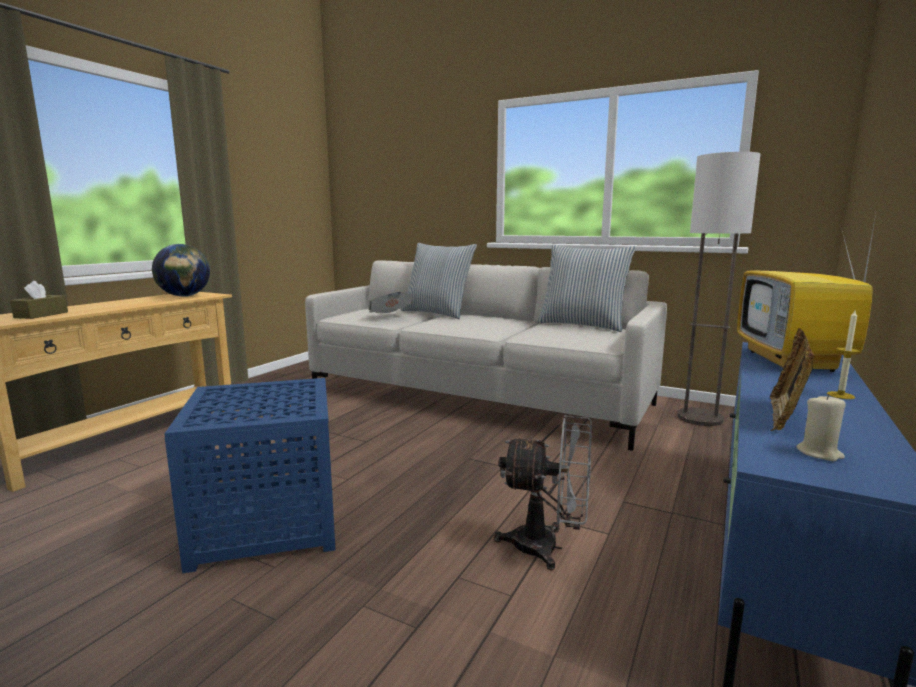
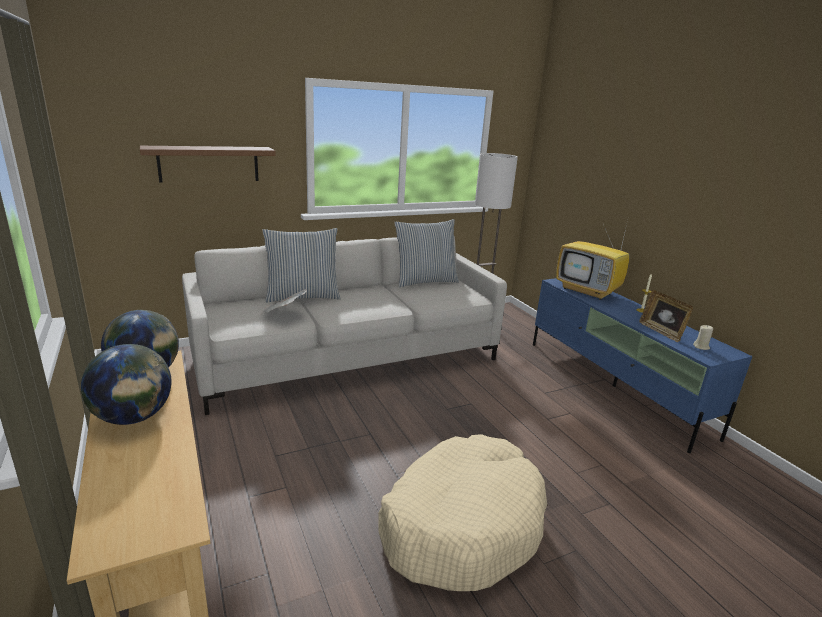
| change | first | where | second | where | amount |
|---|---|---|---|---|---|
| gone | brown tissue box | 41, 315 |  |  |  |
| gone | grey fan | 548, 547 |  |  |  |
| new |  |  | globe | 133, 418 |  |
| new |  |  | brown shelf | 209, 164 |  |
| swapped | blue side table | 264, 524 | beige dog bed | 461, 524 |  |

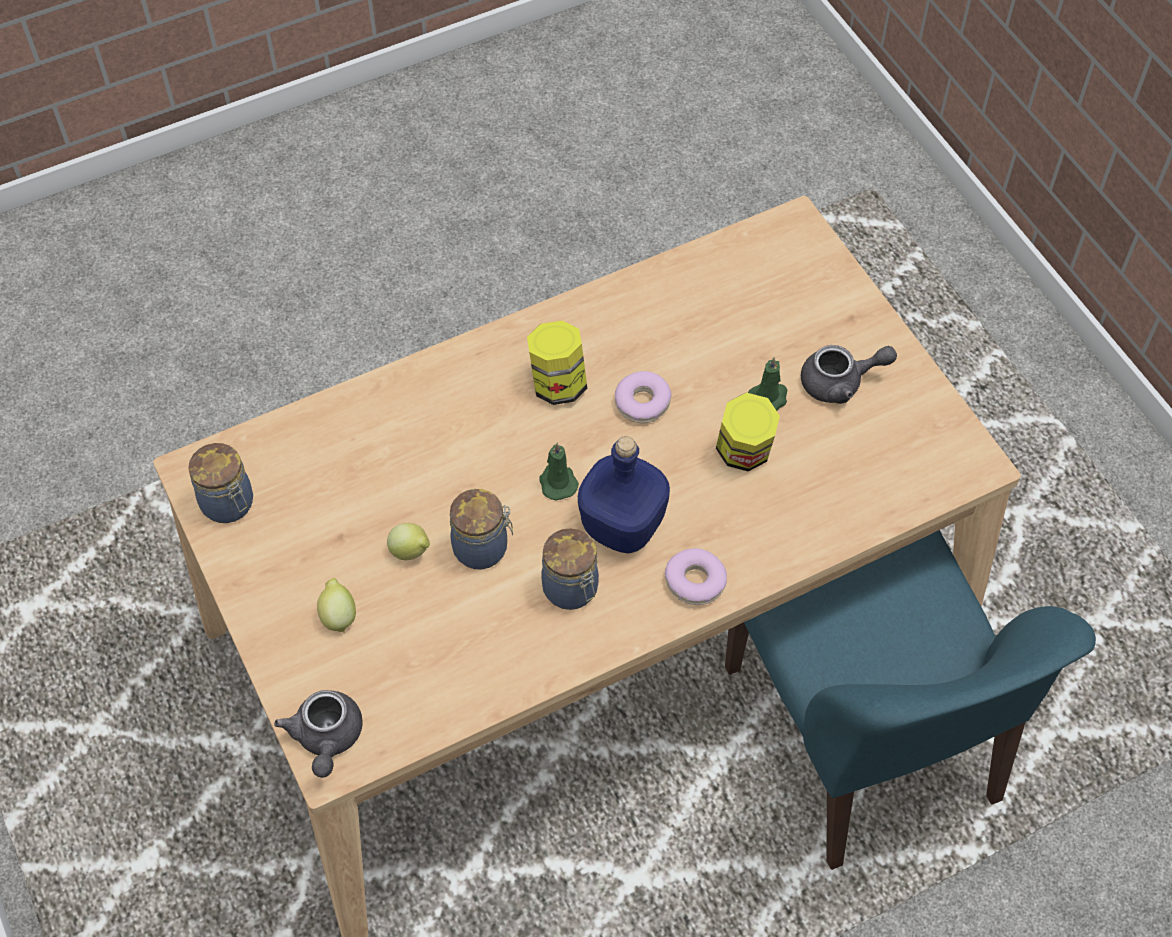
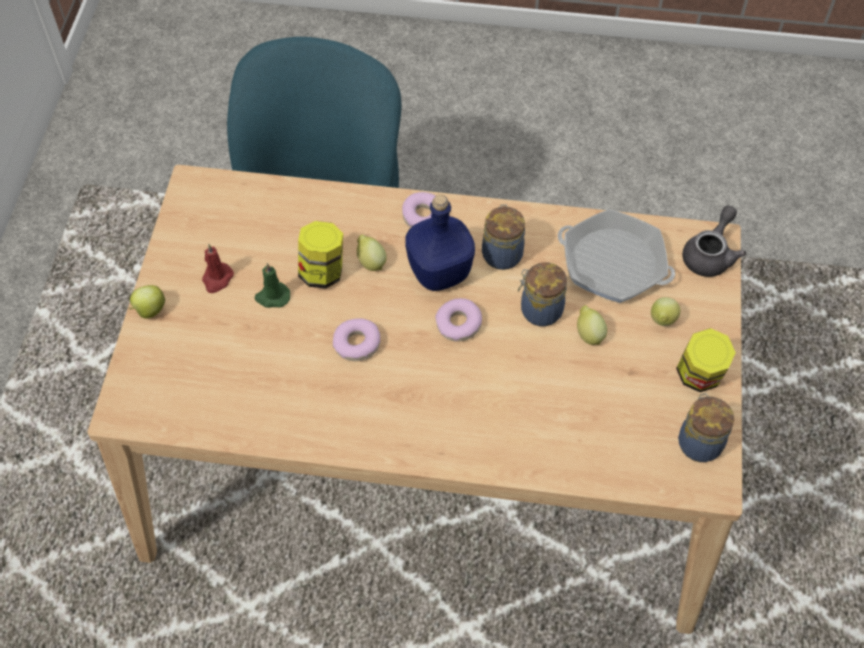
| change | first | where | second | where | amount |
|---|---|---|---|---|---|
| new |  |  | apple | 149, 310 |  |
| new |  |  | lemon | 370, 262 |  |
| new |  |  | frying pan | 613, 263 |  |
| shifted | jar | 557, 384 |  | 699, 376 |  |
| swapped | green candle | 557, 482 | donut | 458, 324 |  |
| swapped | grey teapot | 840, 383 | red candle | 217, 279 |  |

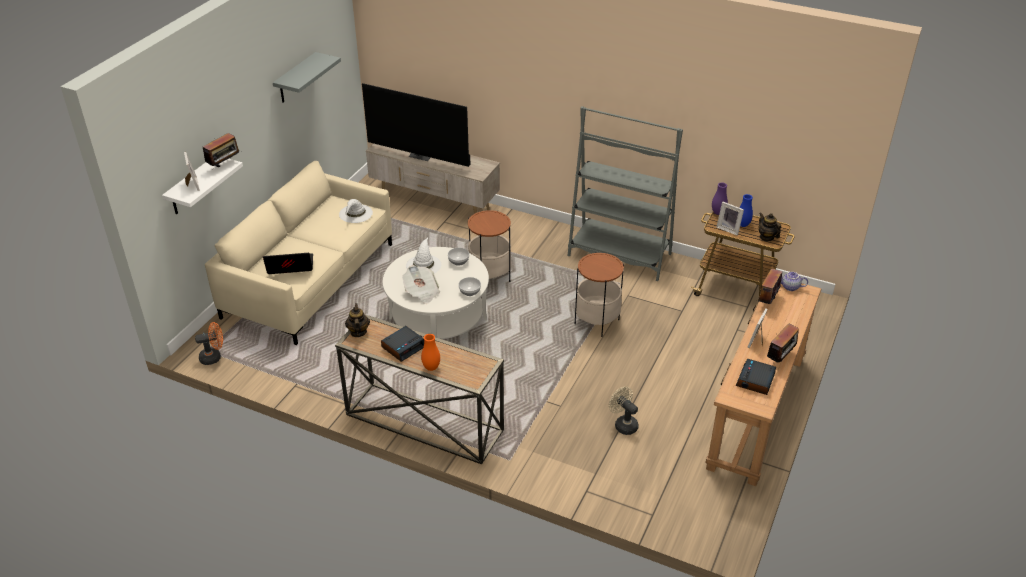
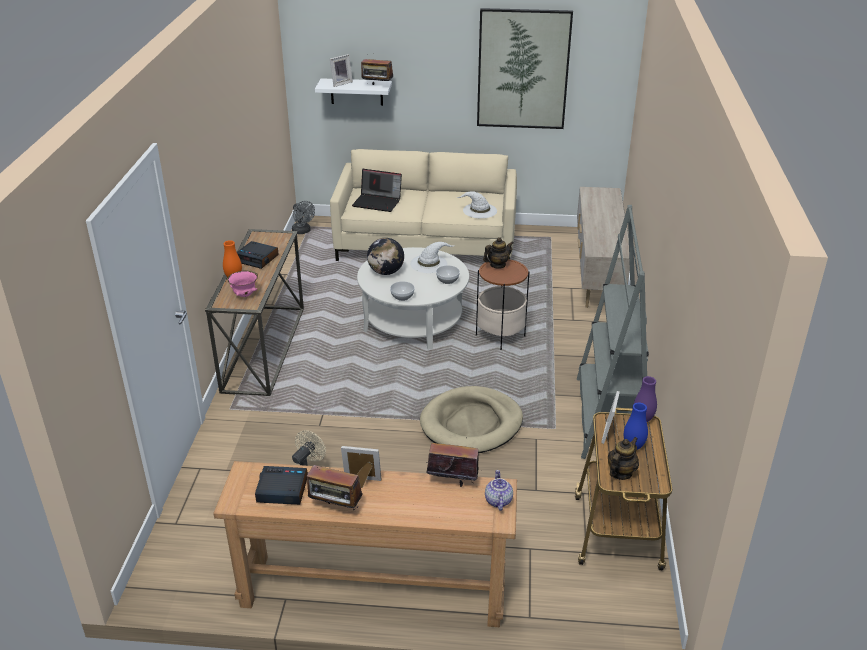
| change | first | where | second | where | amount |
|---|---|---|---|---|---|
| gone | television | 421, 155 |  |  |  |
| new |  |  | pink bowl | 245, 295 |  |
| shifted | teapot | 358, 332 |  | 497, 265 |  |
| swapped | grey shelf | 296, 78 | picture | 523, 69 |  |
| swapped | newspaper | 421, 292 | globe | 386, 272 |  |
| swapped | side table | 596, 321 | beige dog bed | 471, 424 |  |
| repainted | orange fan | 214, 357 | grey fan | 303, 231 |  |
| rotated | laptop | 289, 267 |  | 378, 202 | 135 degrees clockwise |

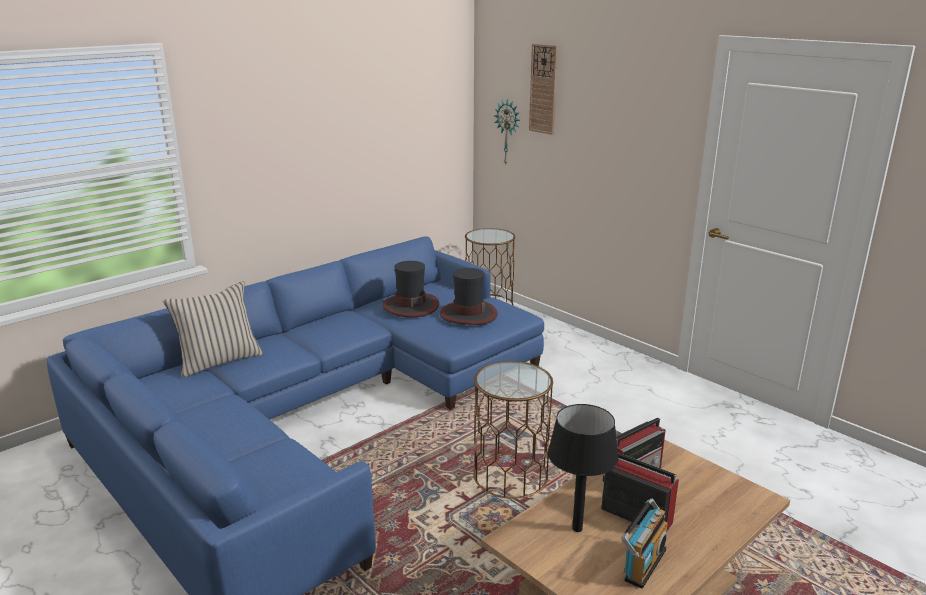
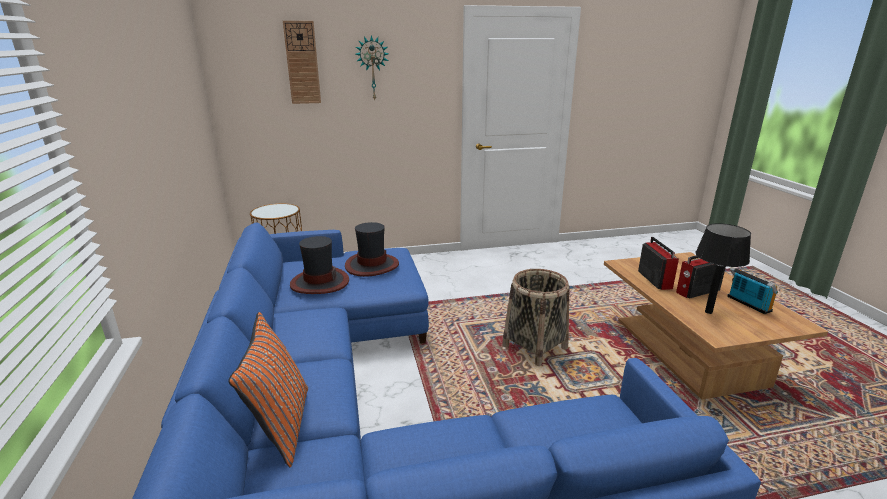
| change | first | where | second | where | amount |
|---|---|---|---|---|---|
| shifted | wall clock | 508, 132 |  | 372, 68 |  |
| swapped | brown side table | 511, 476 | basket | 535, 347 |  |
| repainted | beige pillow | 219, 361 | orange pillow | 280, 426 |  |

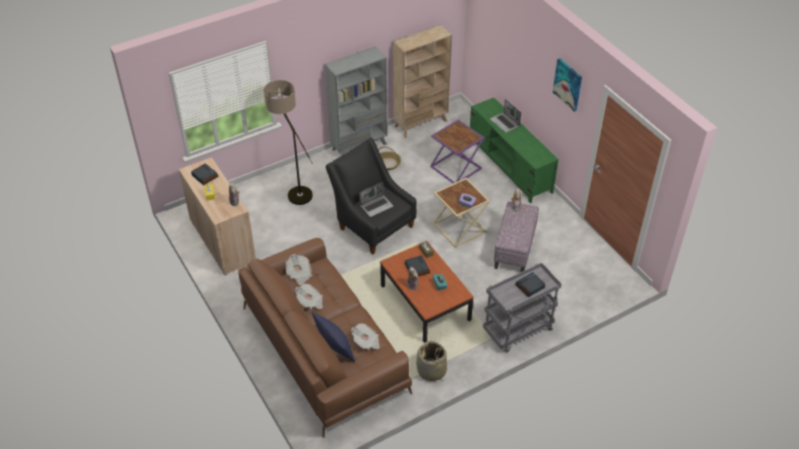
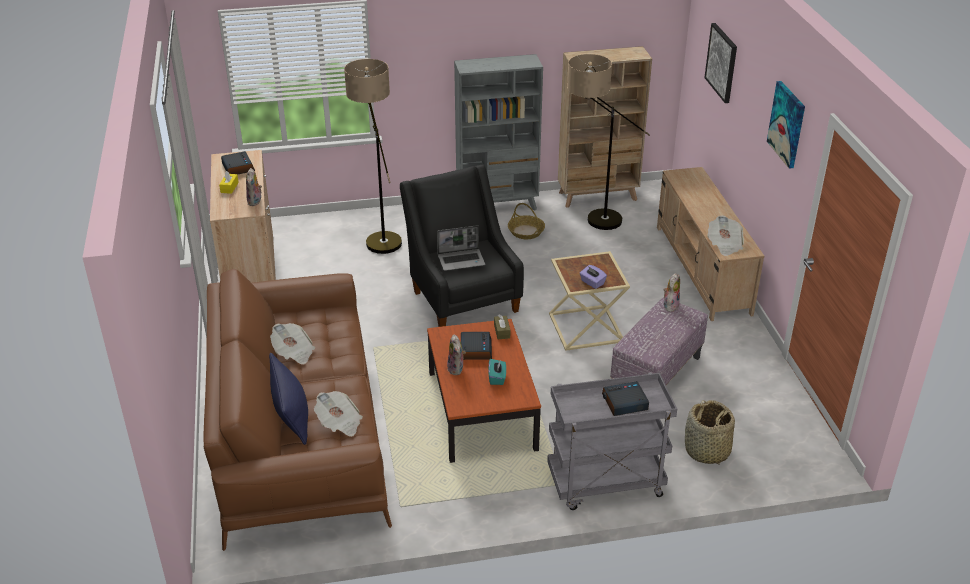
| change | first | where | second | where | amount |
|---|---|---|---|---|---|
| gone | purple side table | 457, 168 |  |  |  |
| gone | laptop | 505, 123 |  |  |  |
| new |  |  | floor lamp | 591, 222 |  |
| new |  |  | picture | 722, 62 |  |
| shifted | newspaper | 299, 274 |  | 724, 245 |  |
| shifted | basket | 431, 371 |  | 707, 451 |  |
| repainted | green tv stand | 510, 166 | beige tv stand | 702, 269 |  |

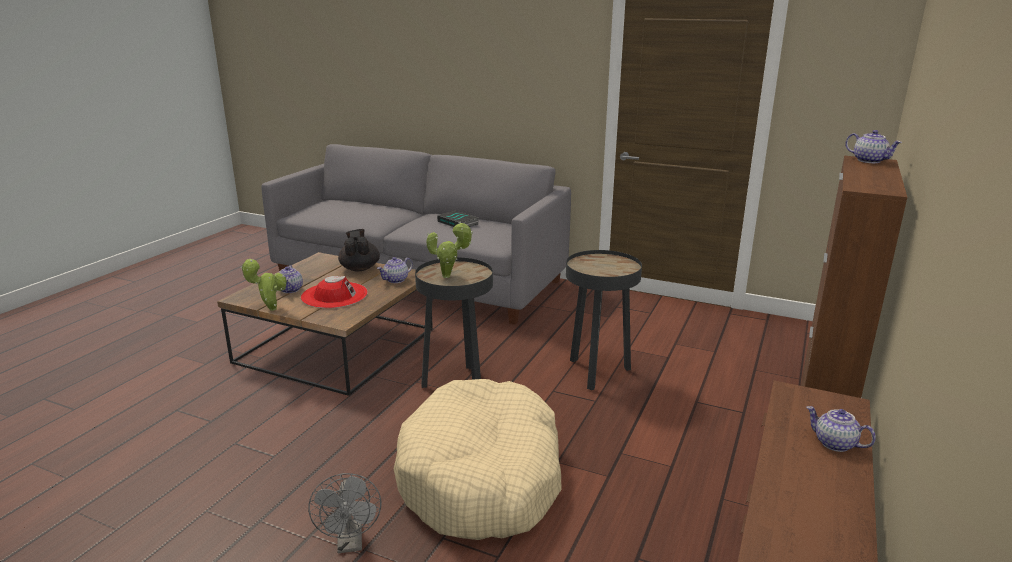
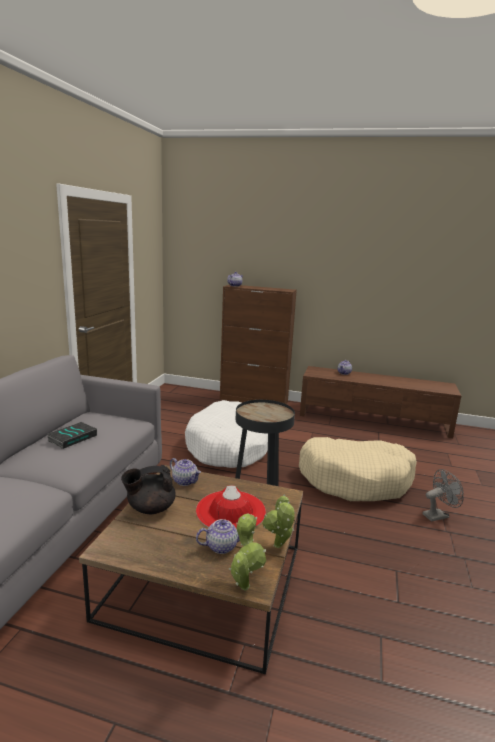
| change | first | where | second | where | amount |
|---|---|---|---|---|---|
| shifted | potted plant | 449, 276 |  | 244, 584 |  |
| swapped | black side table | 597, 373 | white dog bed | 229, 446 |  |

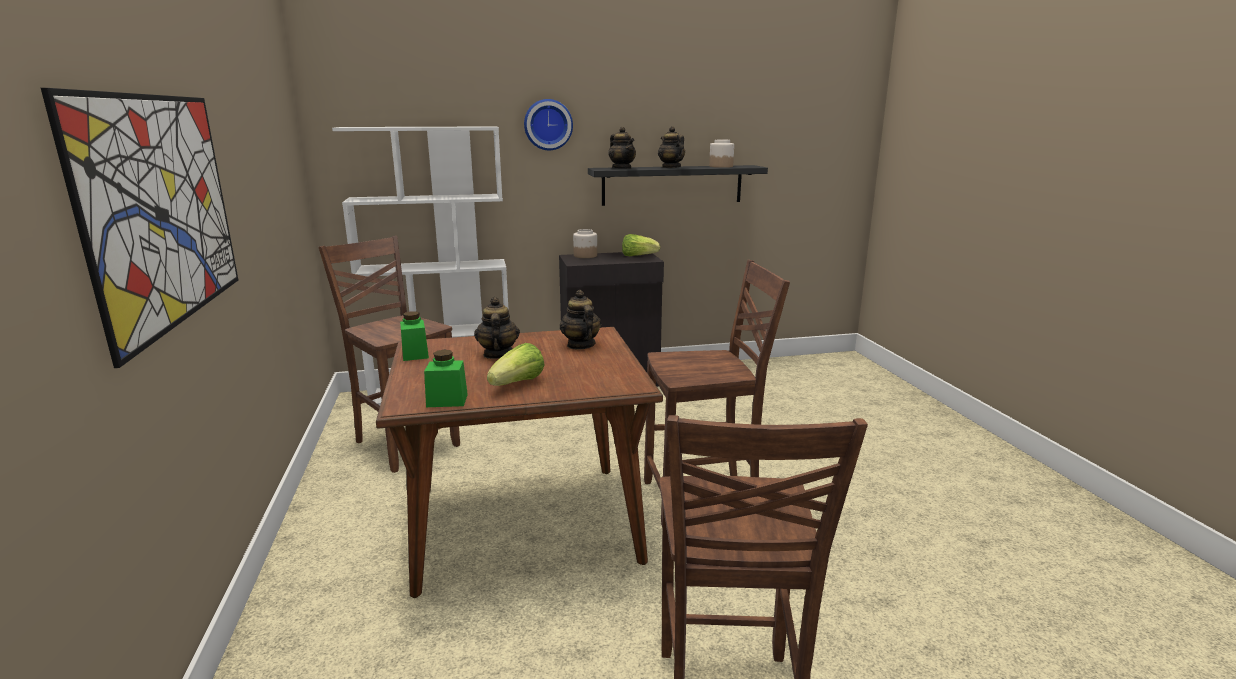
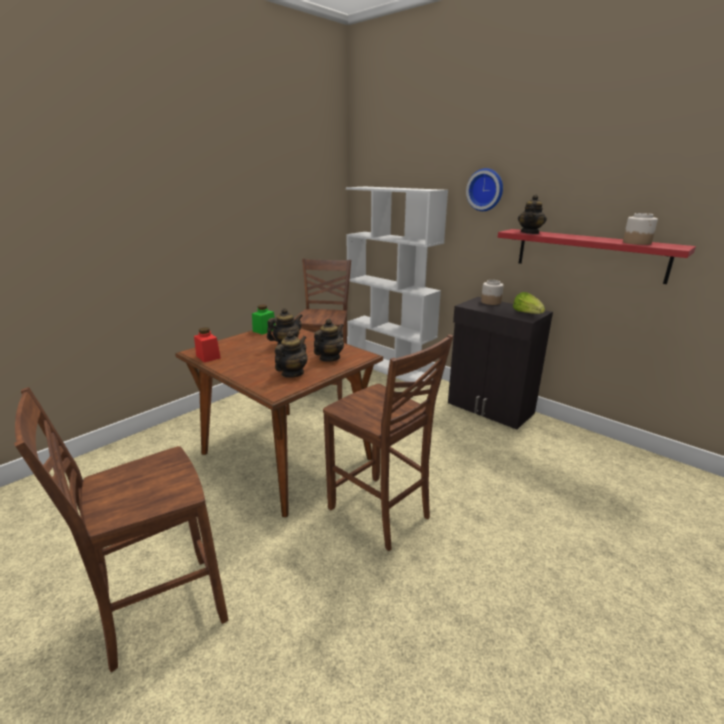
| change | first | where | second | where | amount |
|---|---|---|---|---|---|
| gone | picture | 164, 210 |  |  |  |
| gone | lettuce | 518, 384 |  |  |  |
| shifted | teapot | 671, 167 |  | 292, 373 |  |
| repainted | green jar | 447, 400 | red jar | 208, 357 |  |
| repainted | black shelf | 672, 185 | red shelf | 589, 254 |  |

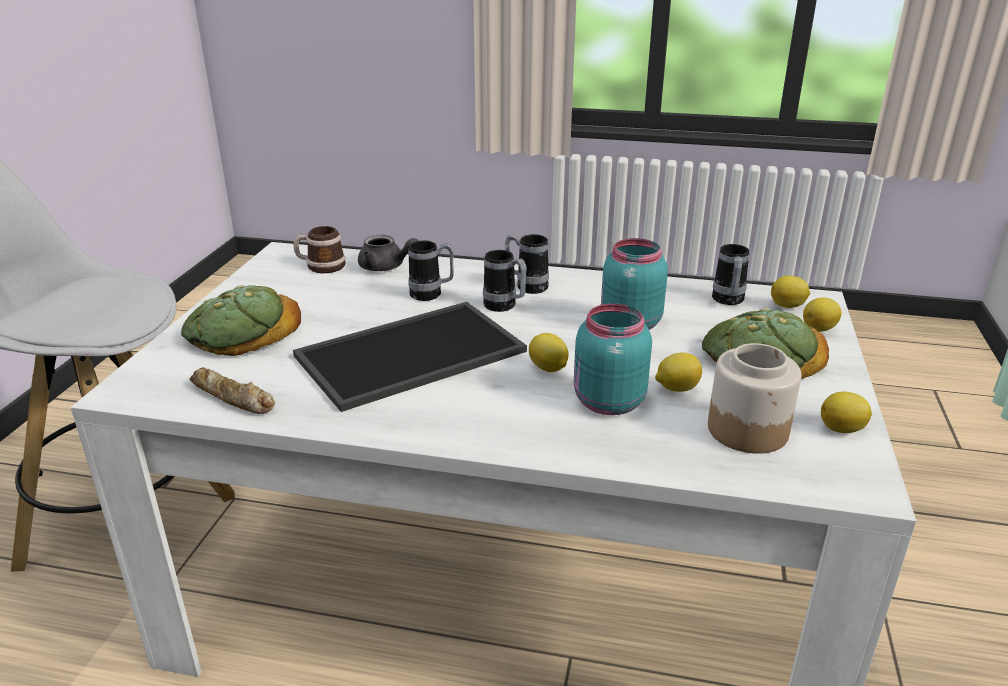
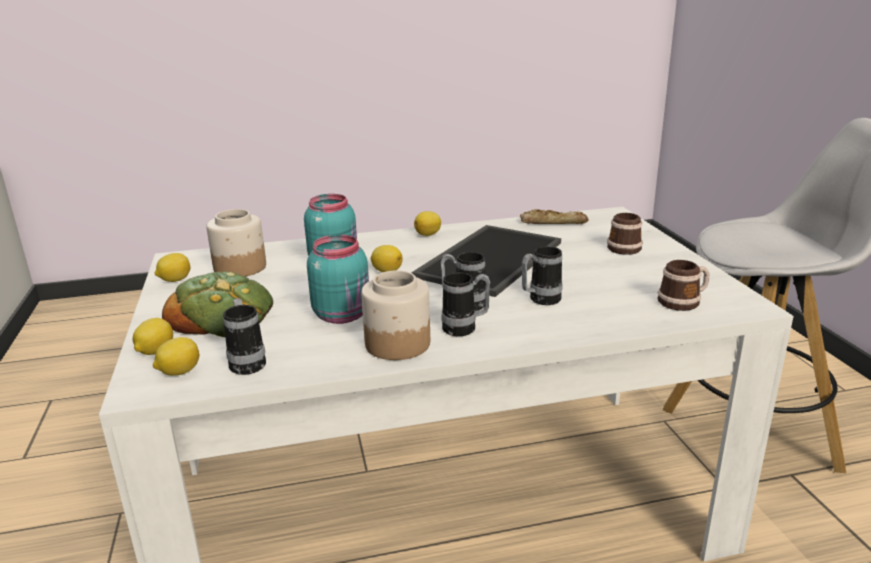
| change | first | where | second | where | amount |
|---|---|---|---|---|---|
| gone | grey teapot | 386, 267 |  |  |  |
| new |  |  | jar | 396, 344 |  |
| shifted | lemon | 676, 388 |  | 428, 234 |  |
| swapped | bread | 241, 331 | mug | 623, 247 |  |

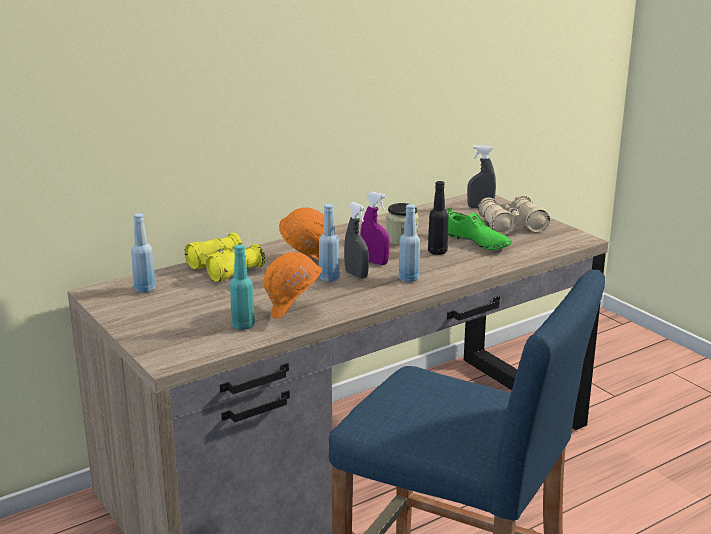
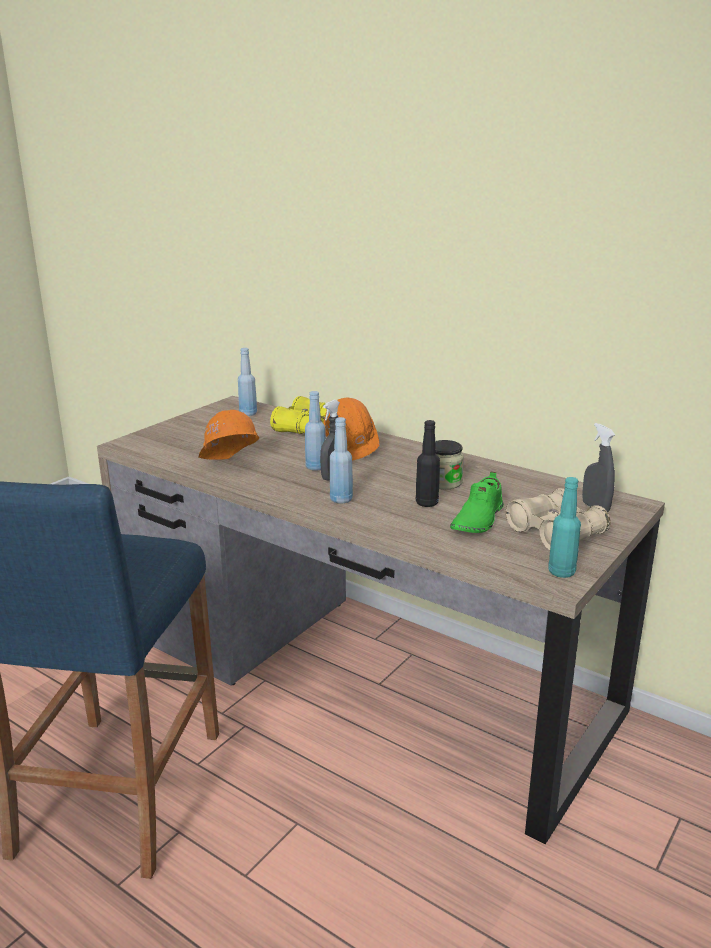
| change | first | where | second | where | amount |
|---|---|---|---|---|---|
| gone | purple spray bottle | 374, 262 |  |  |  |
| shifted | turquoise bottle | 243, 325 |  | 561, 572 |  |

